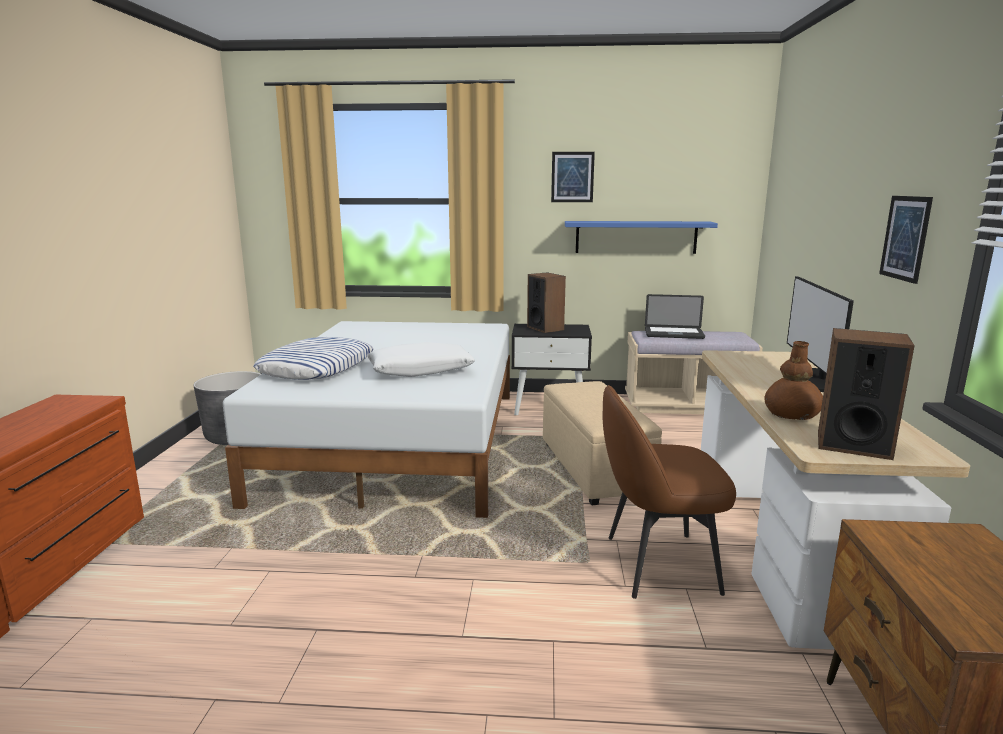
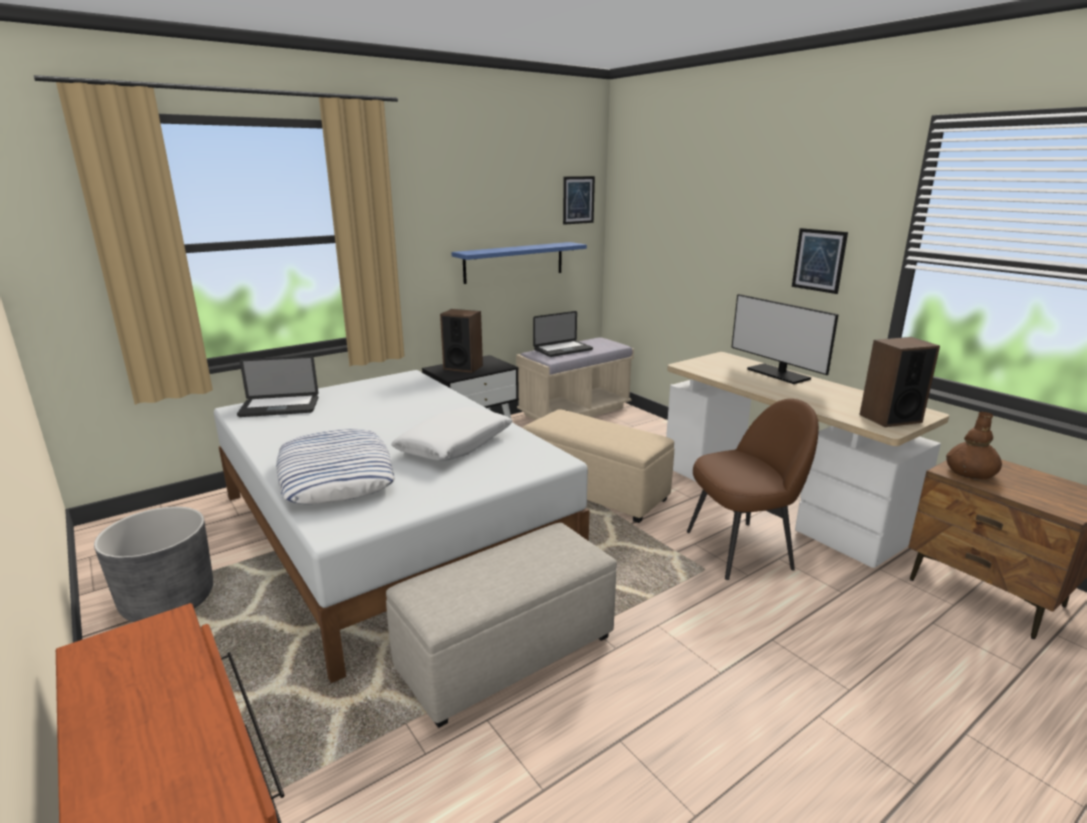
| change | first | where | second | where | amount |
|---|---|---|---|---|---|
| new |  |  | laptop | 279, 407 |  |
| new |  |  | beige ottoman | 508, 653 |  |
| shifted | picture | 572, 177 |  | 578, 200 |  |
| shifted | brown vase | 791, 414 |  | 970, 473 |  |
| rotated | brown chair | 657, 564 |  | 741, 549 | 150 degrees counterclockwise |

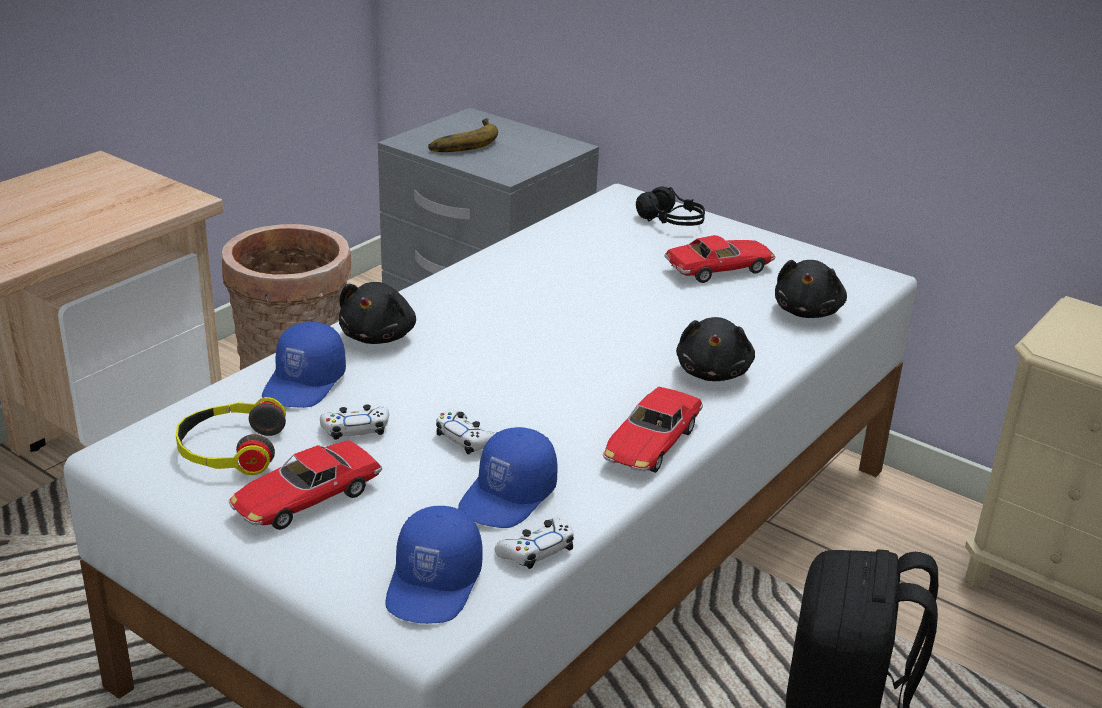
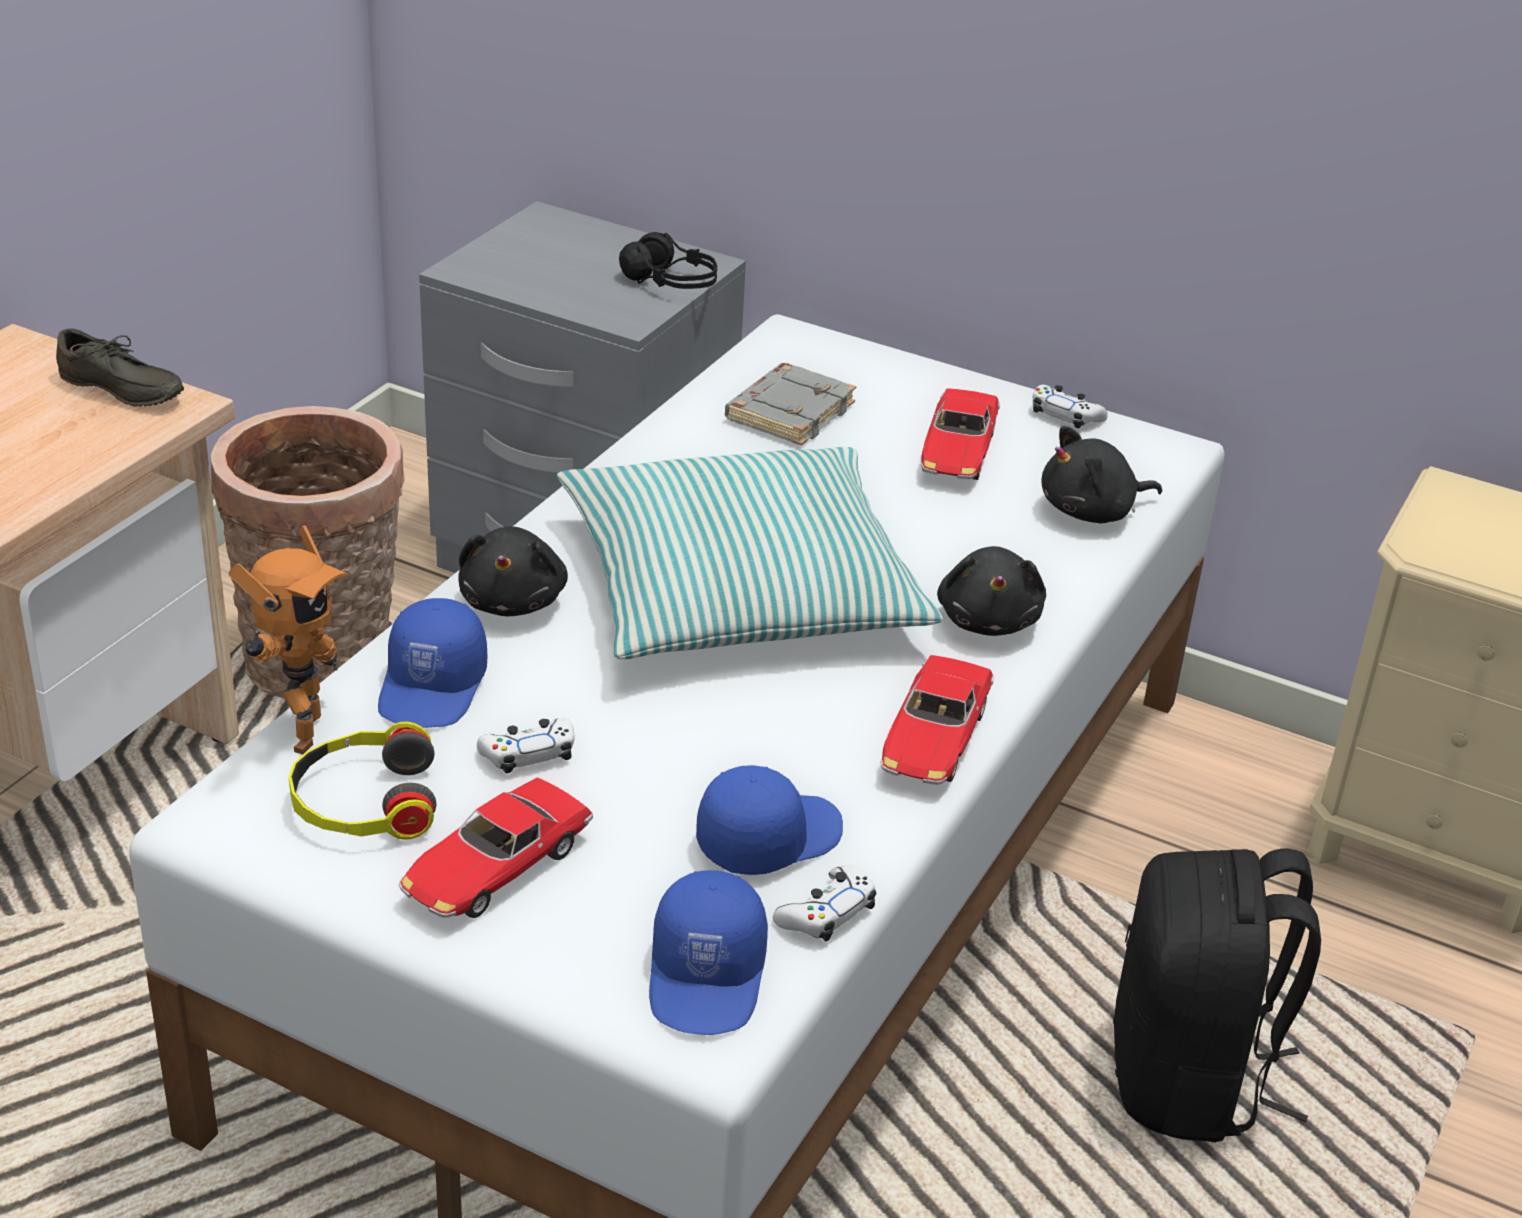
| change | first | where | second | where | amount |
|---|---|---|---|---|---|
| gone | banana | 461, 141 |  |  |  |
| new |  |  | grey shoe | 118, 392 |  |
| new |  |  | toy robot | 297, 733 |  |
| new |  |  | pillow | 741, 587 |  |
| new |  |  | grey book | 789, 412 |  |
| shifted | white game controller | 467, 440 |  | 1065, 415 |  |
| shifted | black headphones | 671, 222 |  | 671, 282 |  |
| rotated | blue cap | 509, 497 |  | 768, 837 | 150 degrees counterclockwise |
| rotated | toy car | 720, 269 |  | 957, 452 | 135 degrees clockwise |
| rotated | black plush toy | 808, 311 |  | 1092, 511 | 60 degrees clockwise |

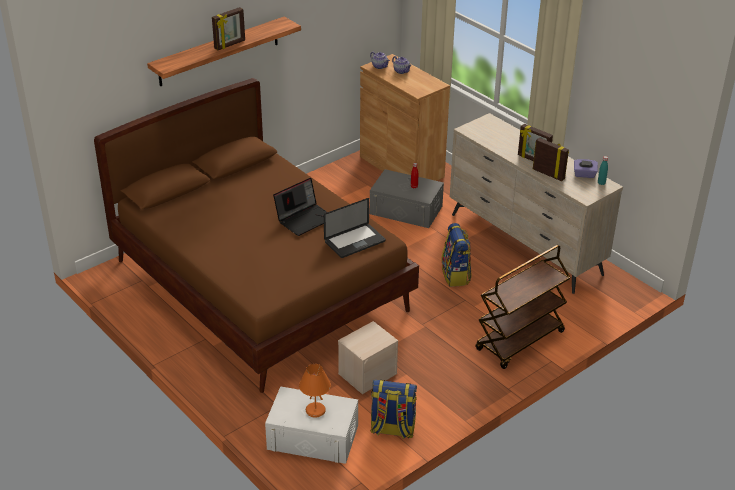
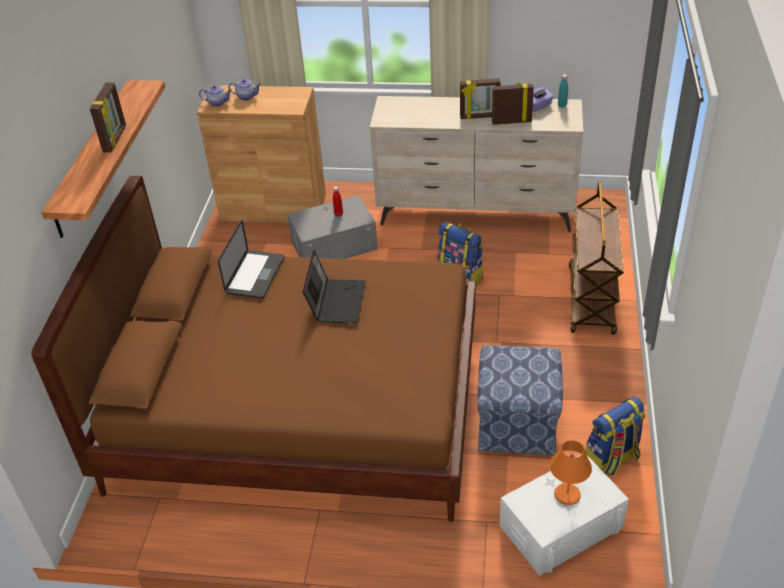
| change | first | where | second | where | amount |
|---|---|---|---|---|---|
| shifted | laptop | 355, 242 |  | 255, 275 |  |
| swapped | beige storage box | 367, 373 | ottoman | 517, 423 |  |

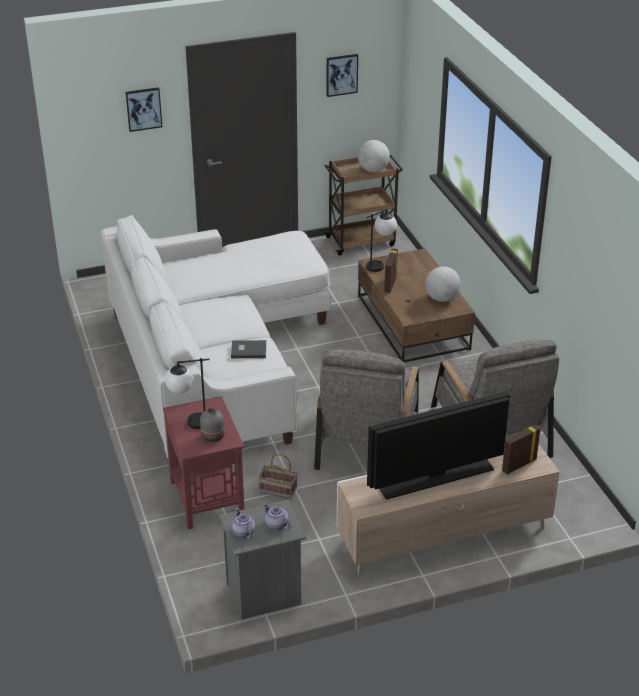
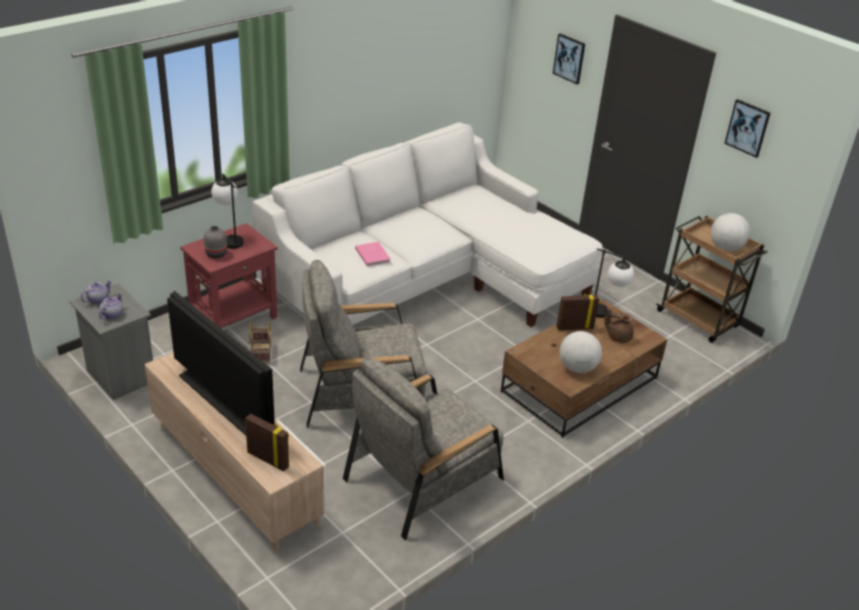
| change | first | where | second | where | amount |
|---|---|---|---|---|---|
| new |  |  | brown teapot | 618, 337 |  |
| repainted | grey book | 248, 350 | pink book | 373, 254 |  |

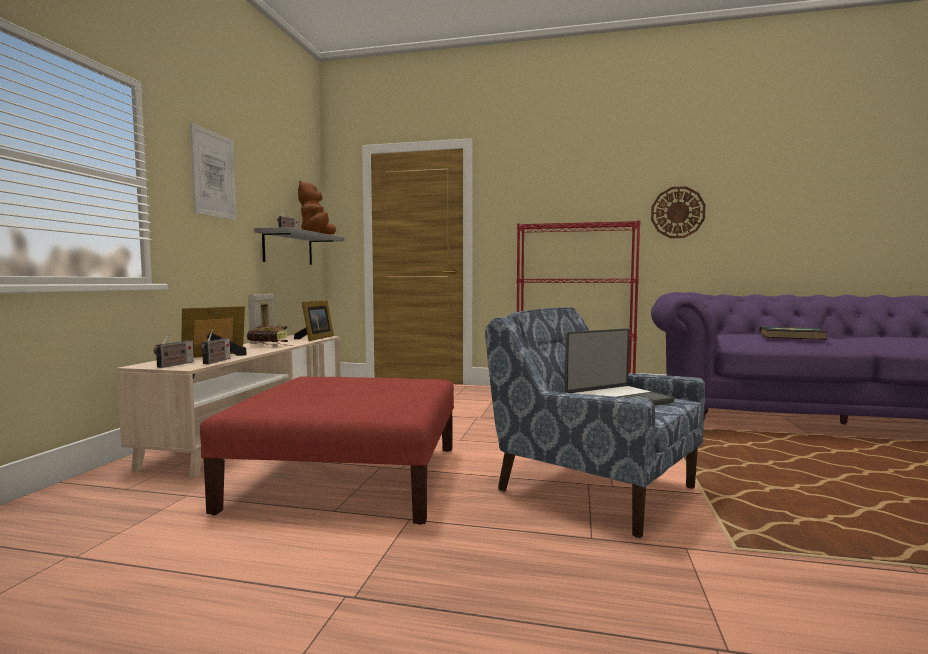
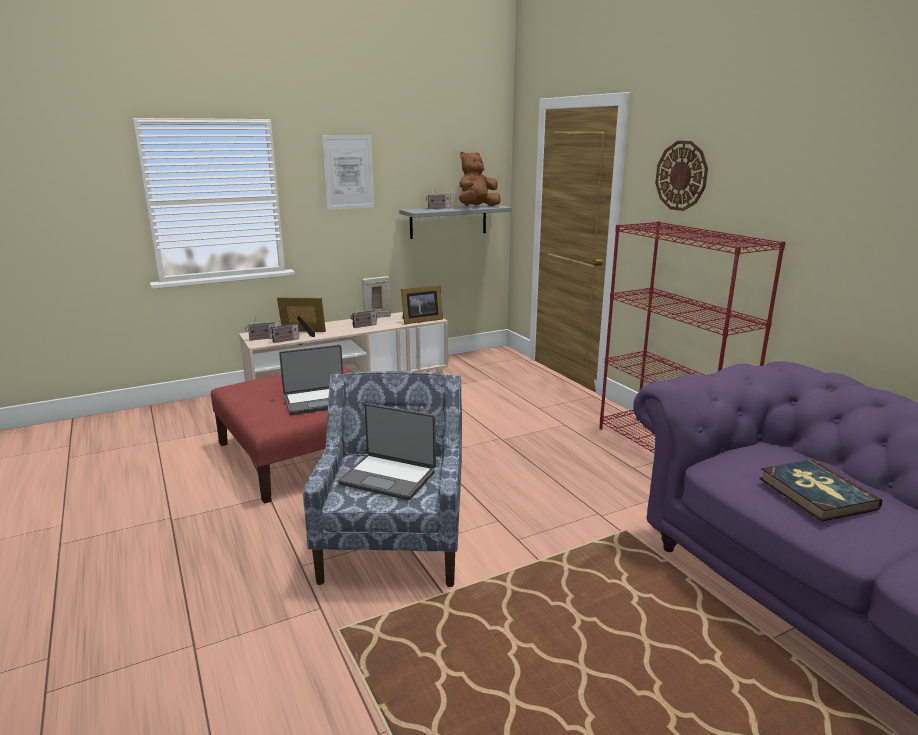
| change | first | where | second | where | amount |
|---|---|---|---|---|---|
| new |  |  | laptop | 318, 401 |  |
| shifted | wall clock | 677, 212 |  | 681, 176 |  |
| swapped | book | 271, 346 | radio | 363, 326 |  |

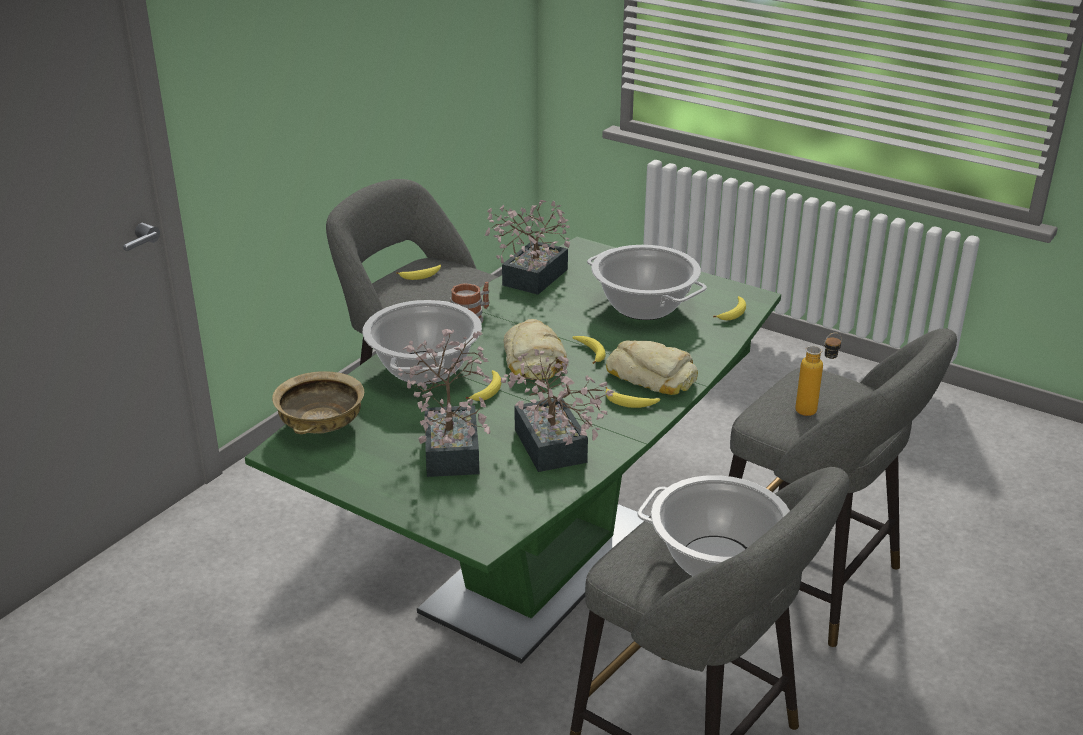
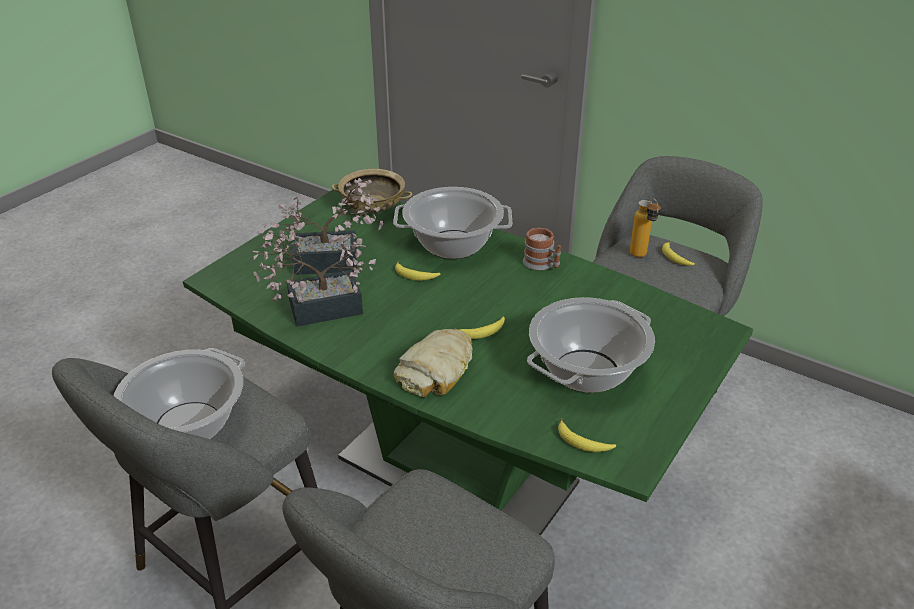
| change | first | where | second | where | amount |
|---|---|---|---|---|---|
| gone | potted plant | 530, 280 |  |  |  |
| gone | bread | 534, 359 |  |  |  |
| gone | banana | 630, 403 |  |  |  |
| shifted | bottle | 814, 409 |  | 641, 257 |  |

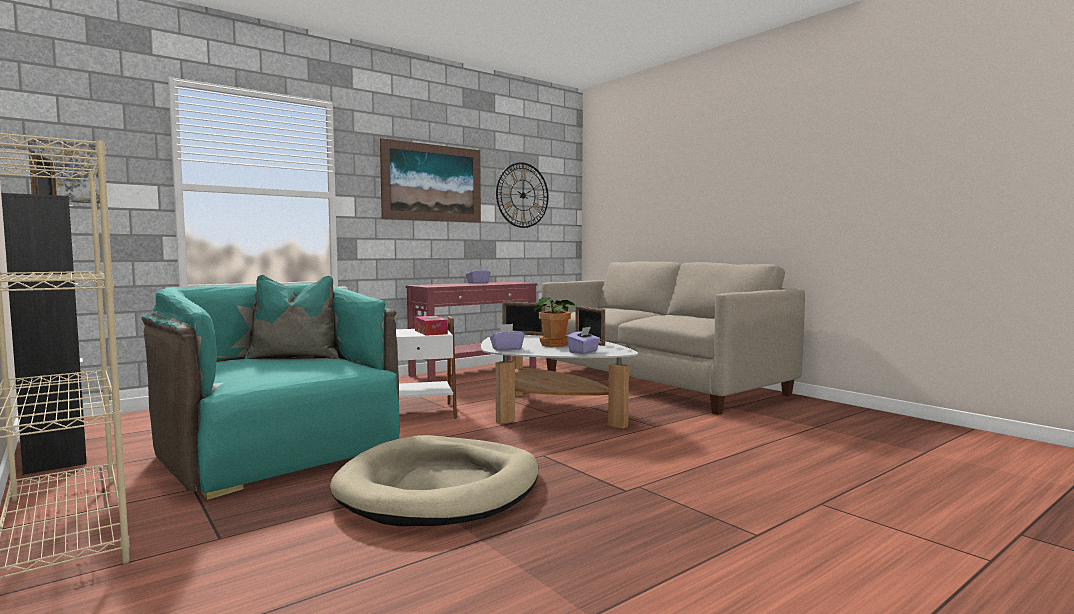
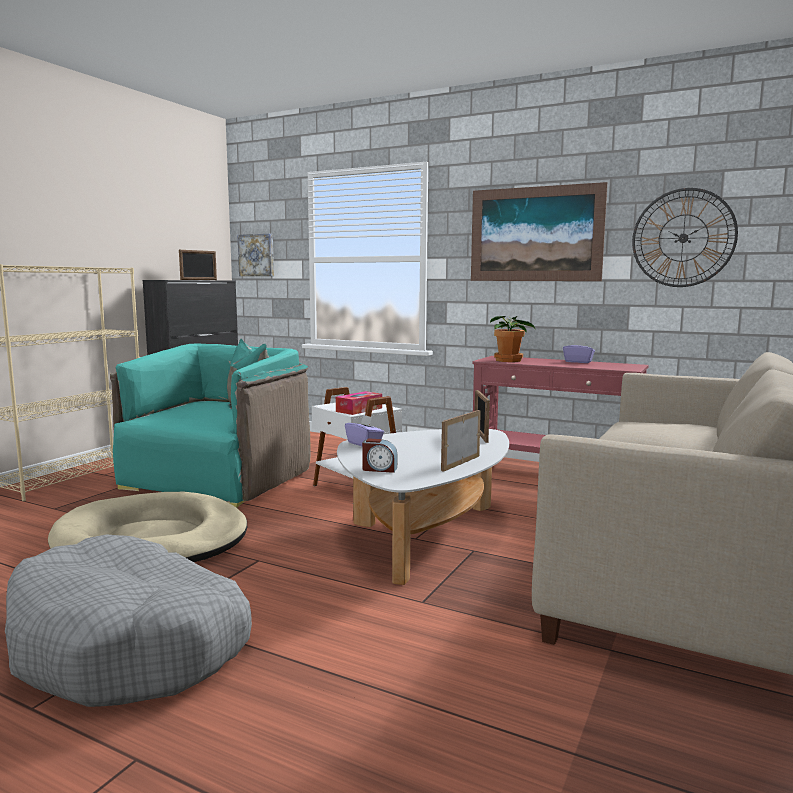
| change | first | where | second | where | amount |
|---|---|---|---|---|---|
| new |  |  | grey dog bed | 130, 644 |  |
| shifted | potted plant | 555, 344 |  | 509, 360 |  |
| swapped | purple tissue box | 583, 352 | alarm clock | 379, 469 |  |

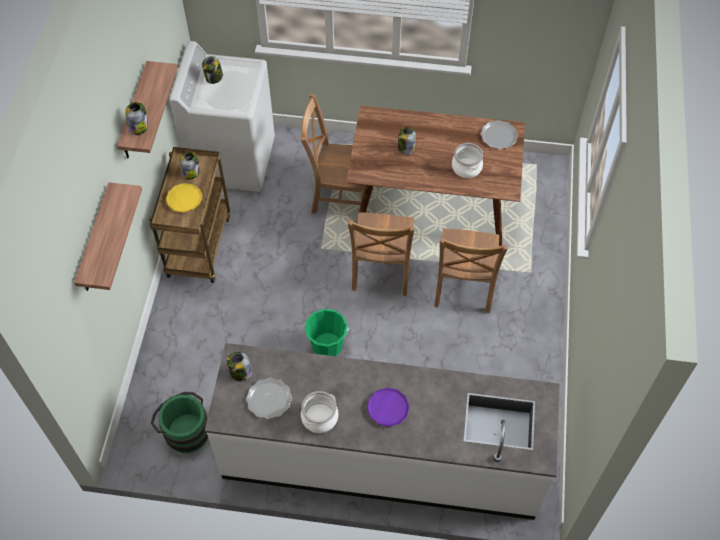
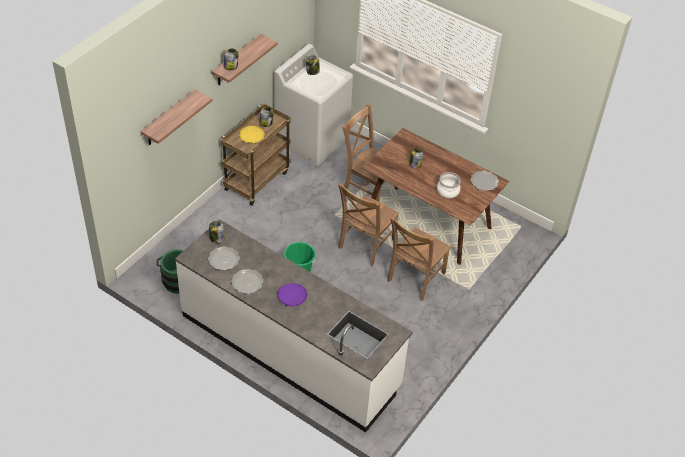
| change | first | where | second | where | amount |
|---|---|---|---|---|---|
| swapped | cooking pot | 320, 418 | plate | 247, 282 |  |

